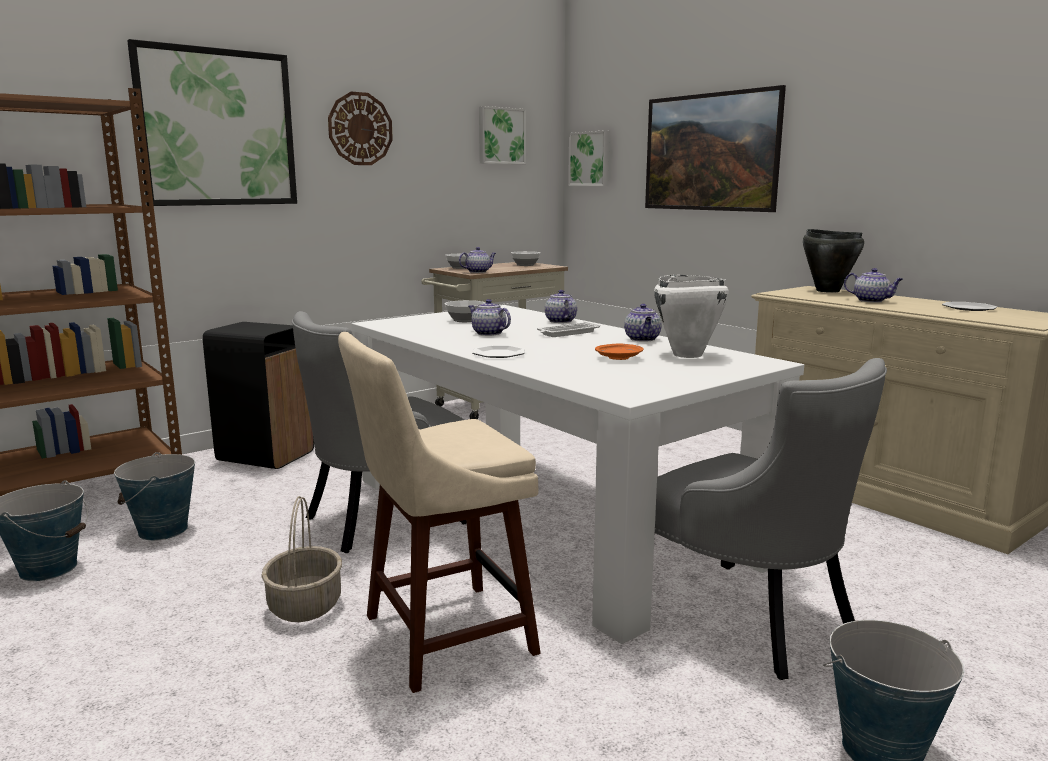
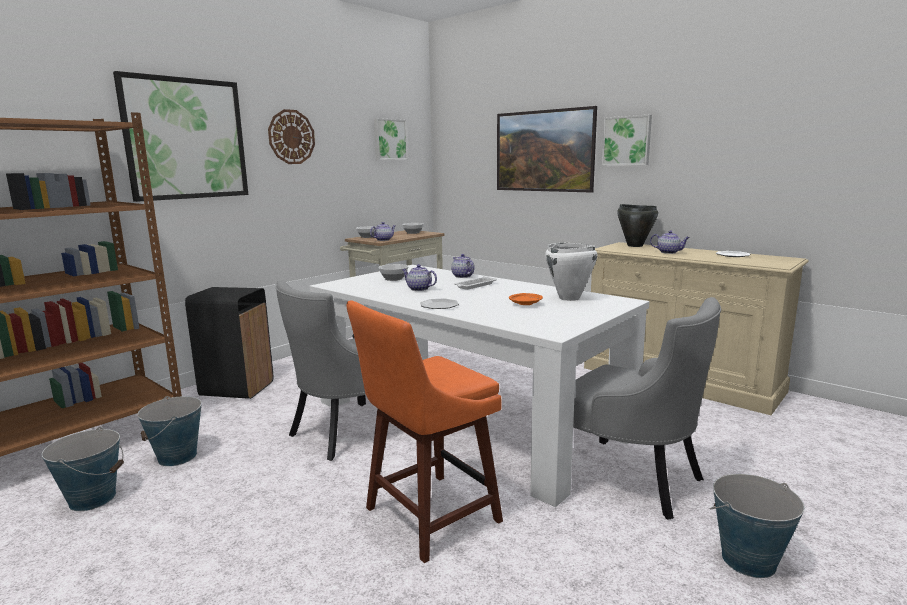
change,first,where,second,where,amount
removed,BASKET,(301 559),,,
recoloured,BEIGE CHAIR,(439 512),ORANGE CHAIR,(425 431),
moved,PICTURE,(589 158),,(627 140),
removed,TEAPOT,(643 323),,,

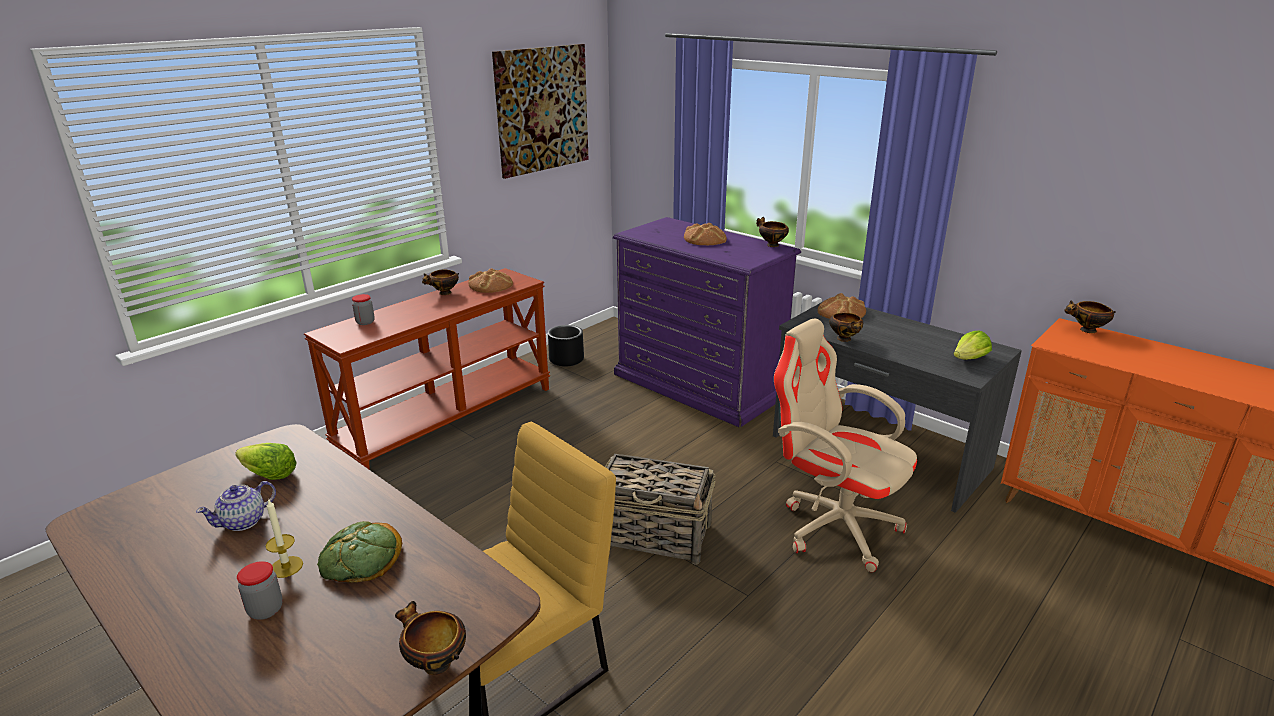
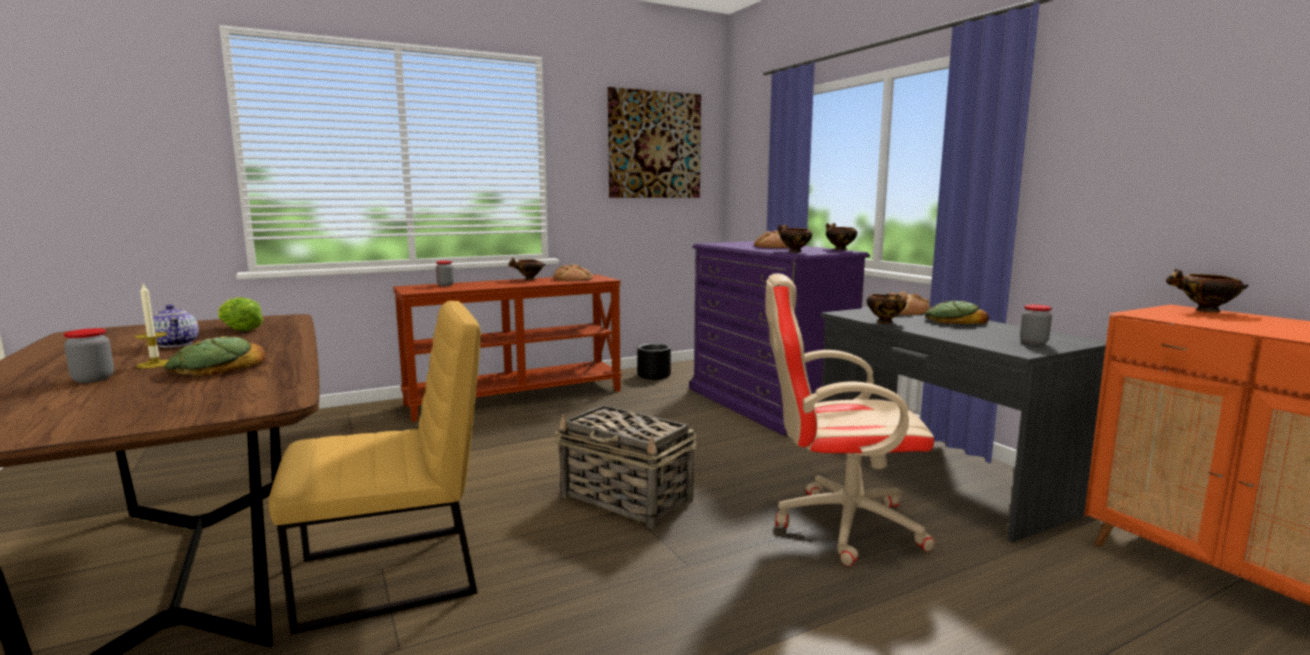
change,first,where,second,where,amount
turned,TEAPOT,(236 506),,(176 325),105 degrees counterclockwise
moved,BOWL,(430 638),,(795 238),
turned,BEIGE OFFICE CHAIR,(845 445),,(850 419),60 degrees counterclockwise
replaced,LETTUCE,(972 345),JAR,(1036 324),
added,,,BREAD,(956 312),

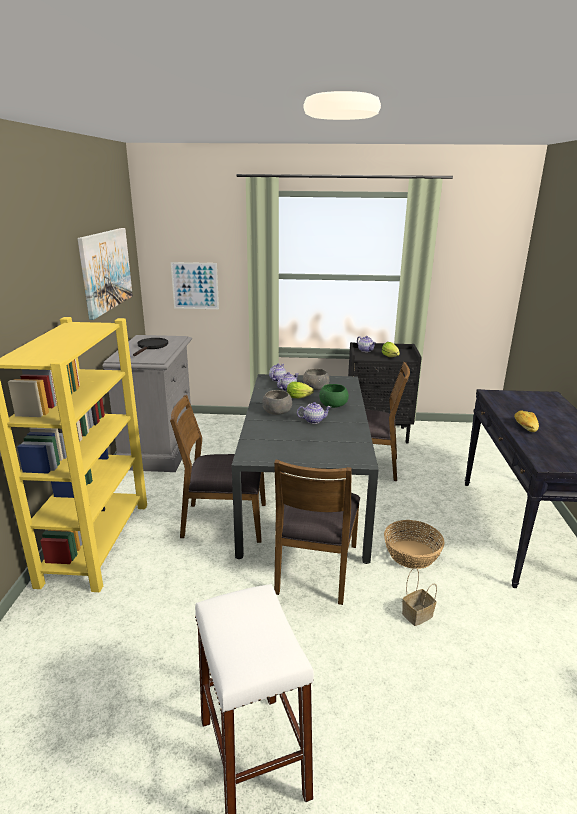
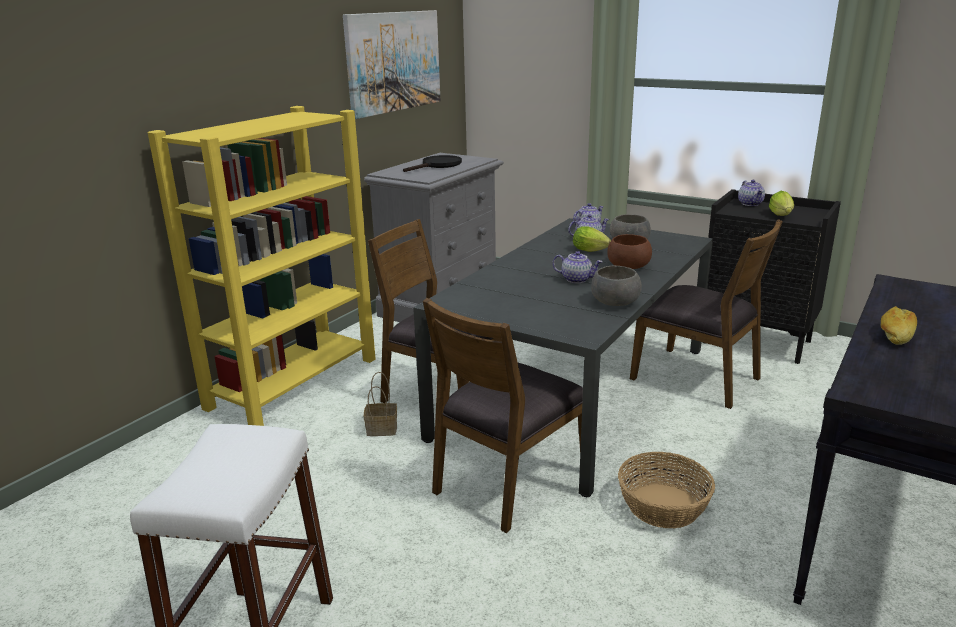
change,first,where,second,where,amount
removed,PICTURE,(195 285),,,
moved,GREY BOWL,(277 402),,(616 286),
recoloured,GREEN BOWL,(334 396),BROWN BOWL,(629 251),
moved,BASKET,(419 597),,(380 404),

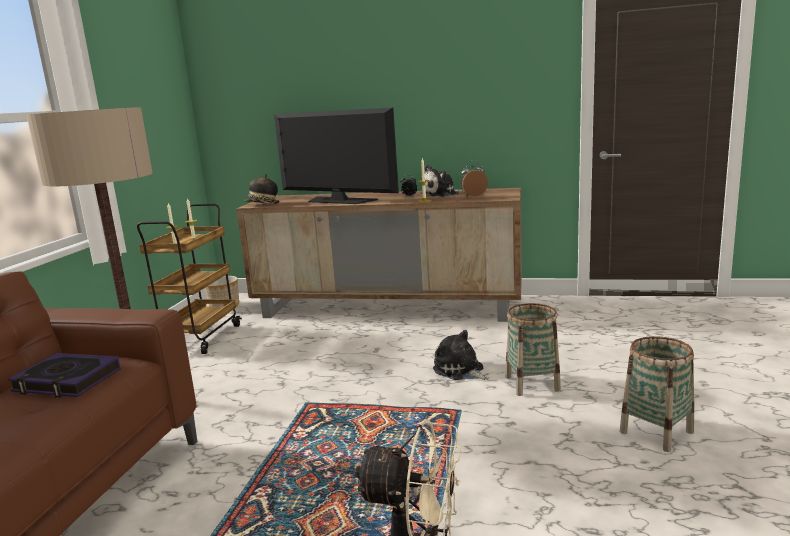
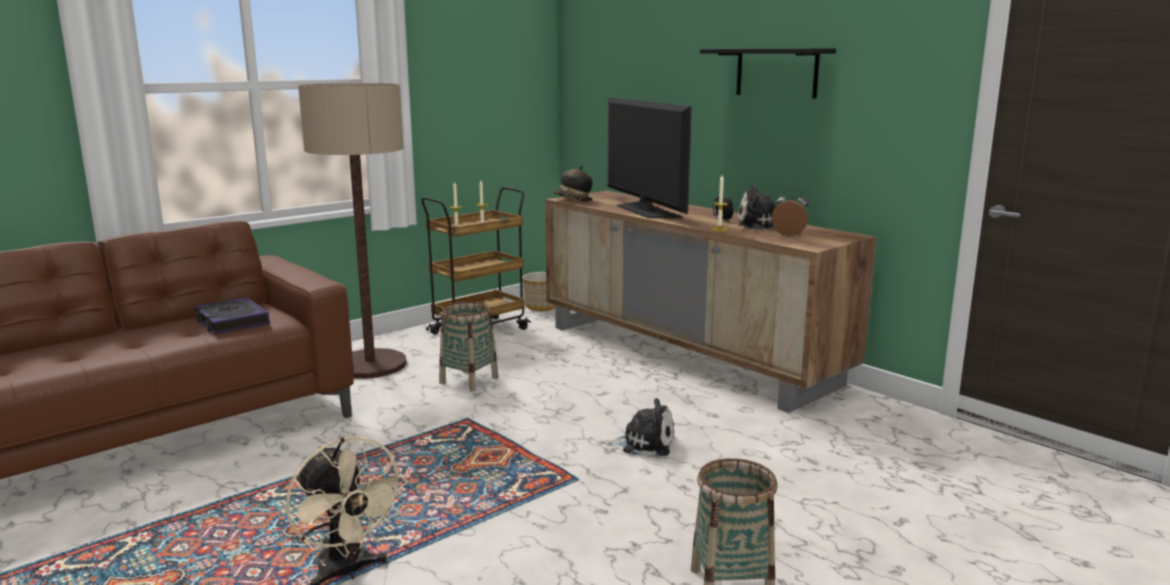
change,first,where,second,where,amount
turned,PLUSH TOY,(461 355),,(638 427),105 degrees clockwise
moved,BASKET,(533 349),,(468 346),
added,,,BLACK SHELF,(768 73),

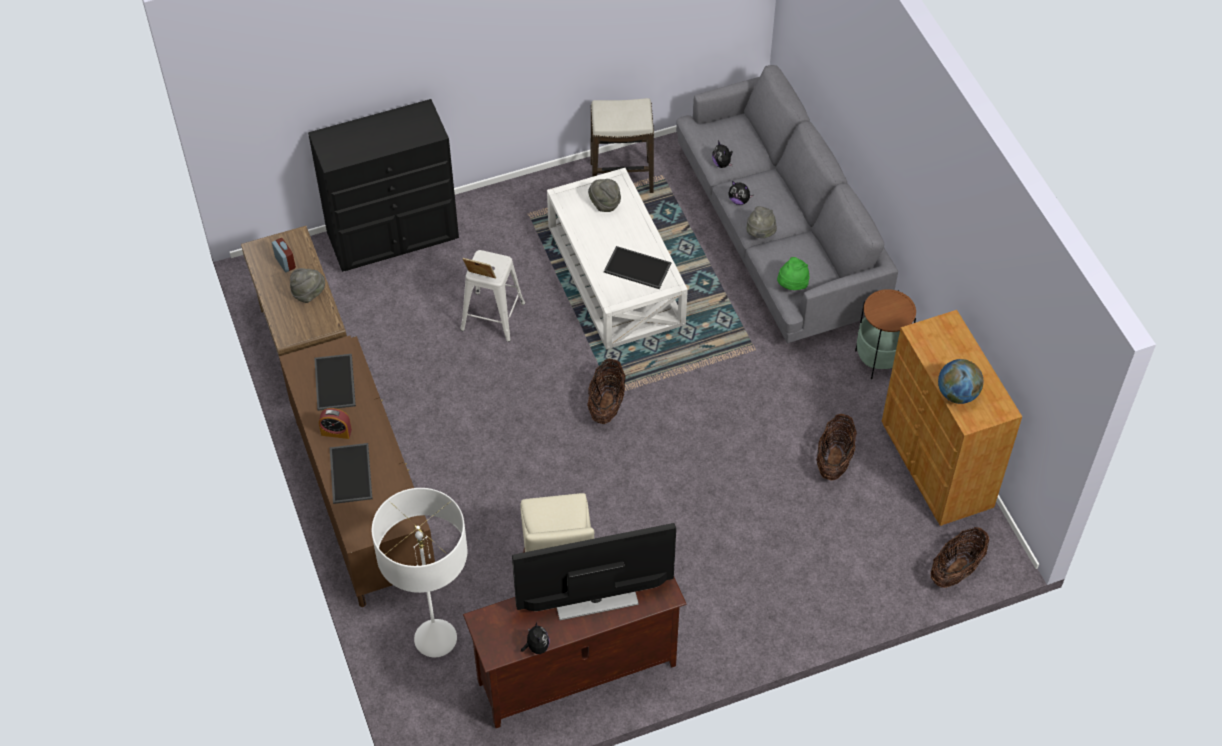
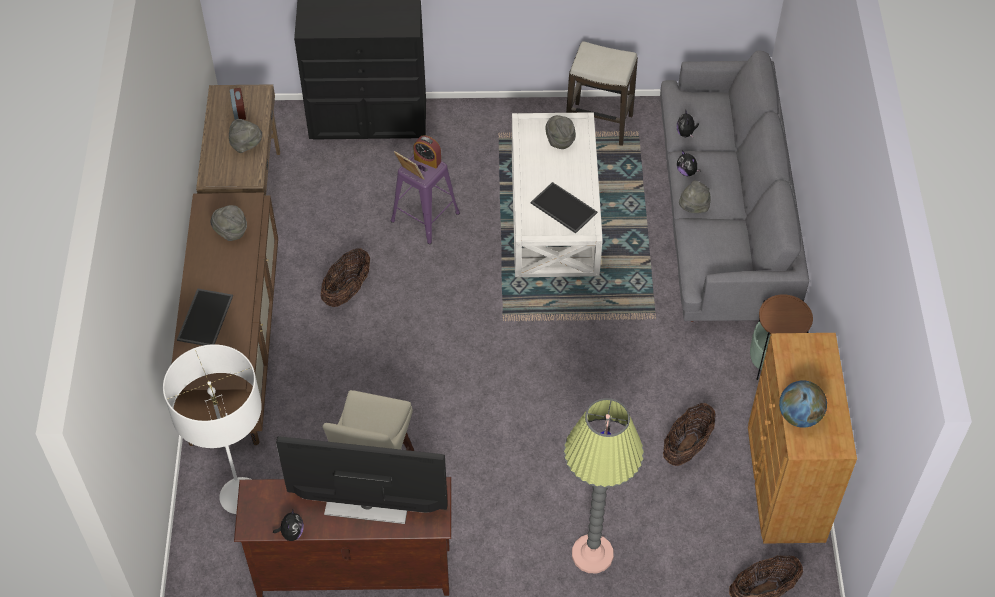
change,first,where,second,where,amount
replaced,TRAY,(335 382),GREY HAT,(229 223),
moved,ALARM CLOCK,(335 423),,(427 152),
recoloured,WHITE STOOL,(492 296),PURPLE STOOL,(425 199),
moved,BASKET,(606 391),,(345 277),
removed,GREEN HAT,(793 273),,,
added,,,FLOOR LAMP,(604 485),

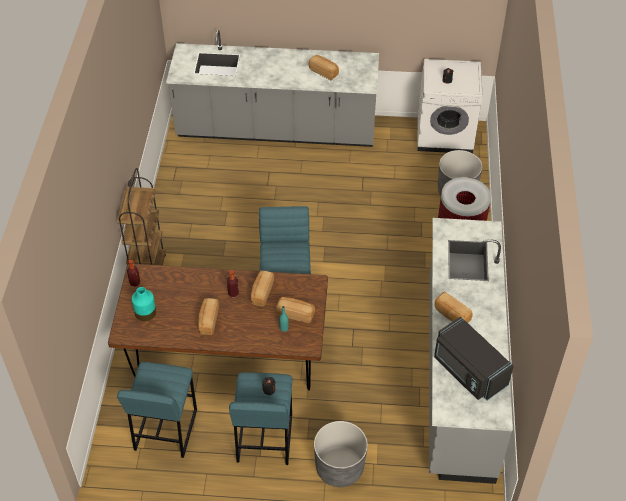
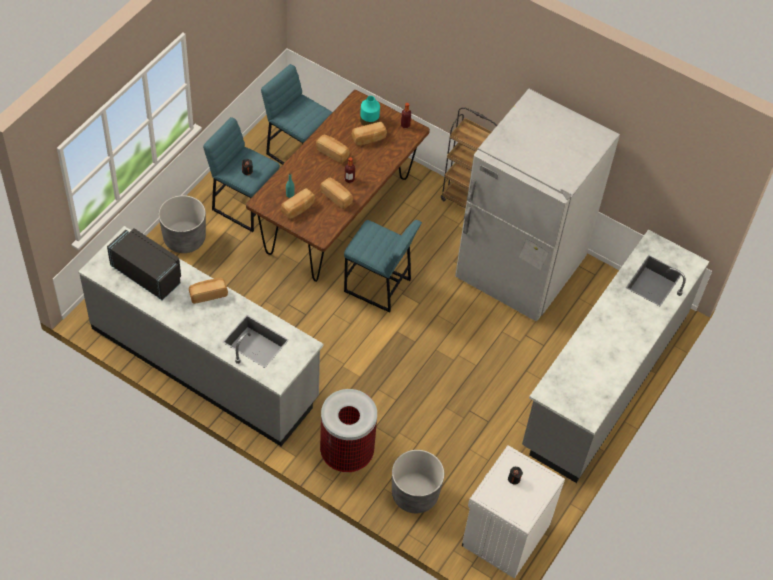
change,first,where,second,where,amount
moved,BREAD,(324 67),,(369 133),
turned,BLACK MICROWAVE,(474 359),,(144 264),45 degrees clockwise
added,,,WHITE FRIDGE,(537 205),

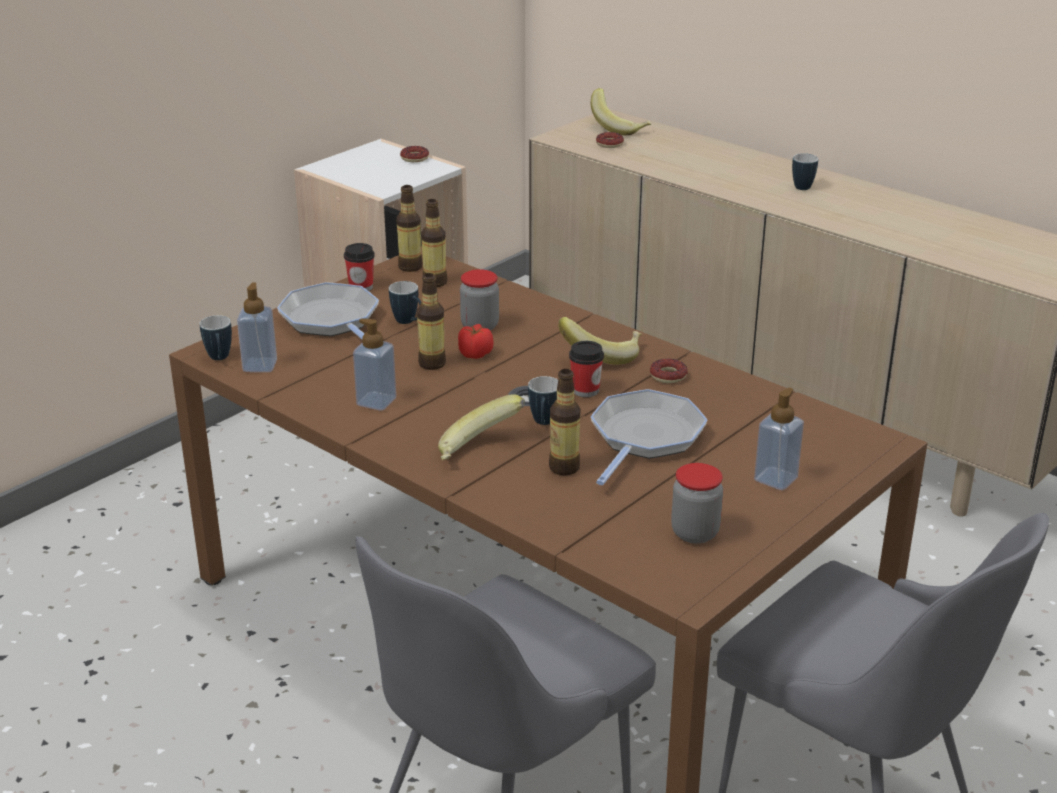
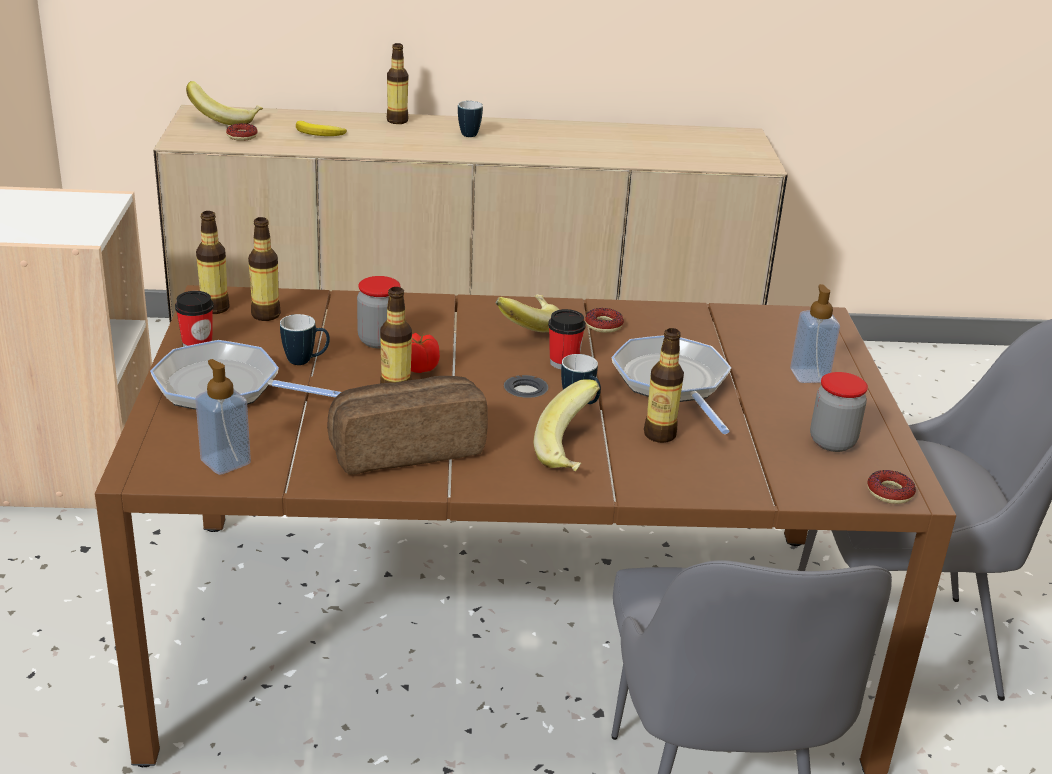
change,first,where,second,where,amount
removed,MUG,(215 337),,,
replaced,SOAP DISPENSER,(374 364),BREAD,(407 425),
moved,DONUT,(414 154),,(892 487),
added,,,BANANA,(321 128),
added,,,BOTTLE,(397 83),

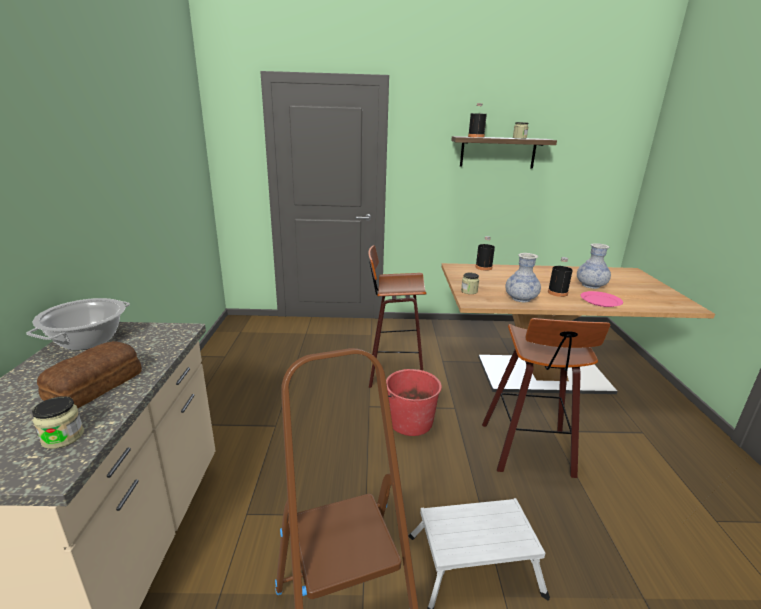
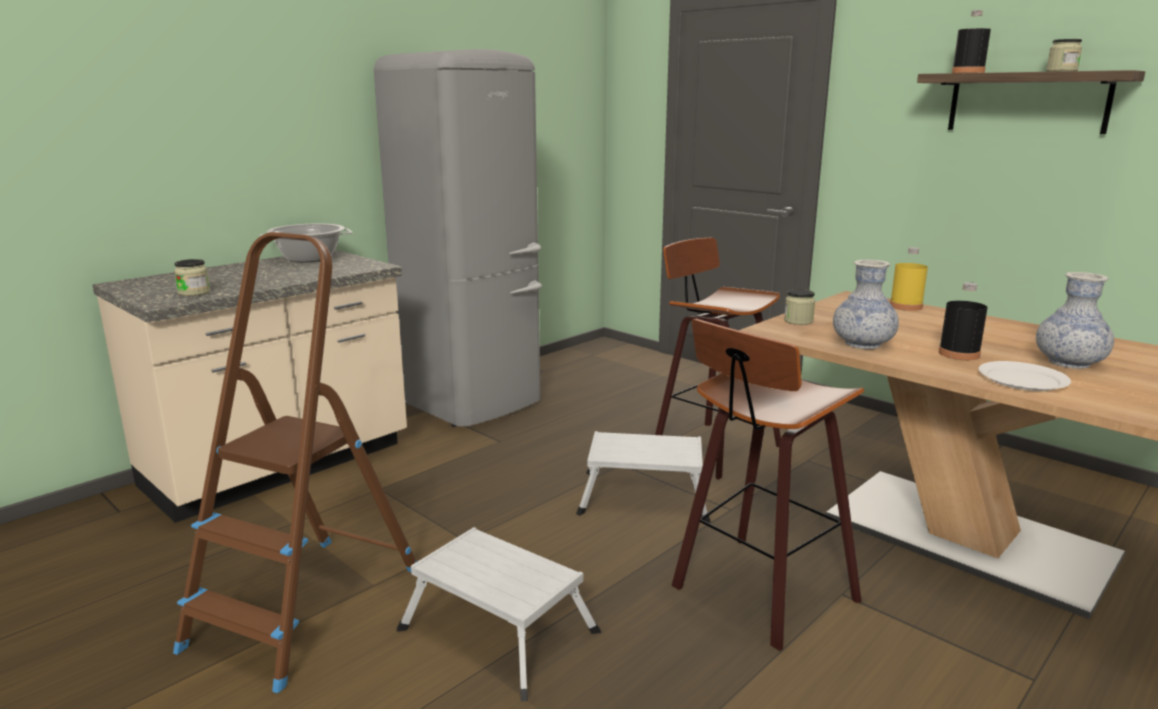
change,first,where,second,where,amount
removed,BREAD,(89 374),,,
replaced,RED BUCKET,(414 402),WHITE STEP LADDER,(643 477),
recoloured,BLACK BOTTLE,(485 253),YELLOW BOTTLE,(909 279),
recoloured,PINK PLATE,(602 299),WHITE PLATE,(1024 376),
added,,,GREY FRIDGE,(458 238),

